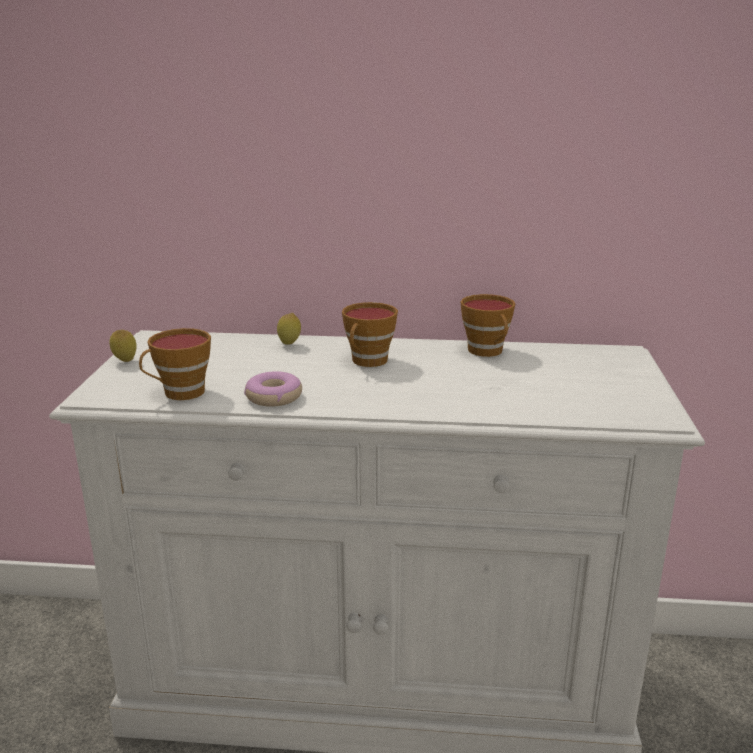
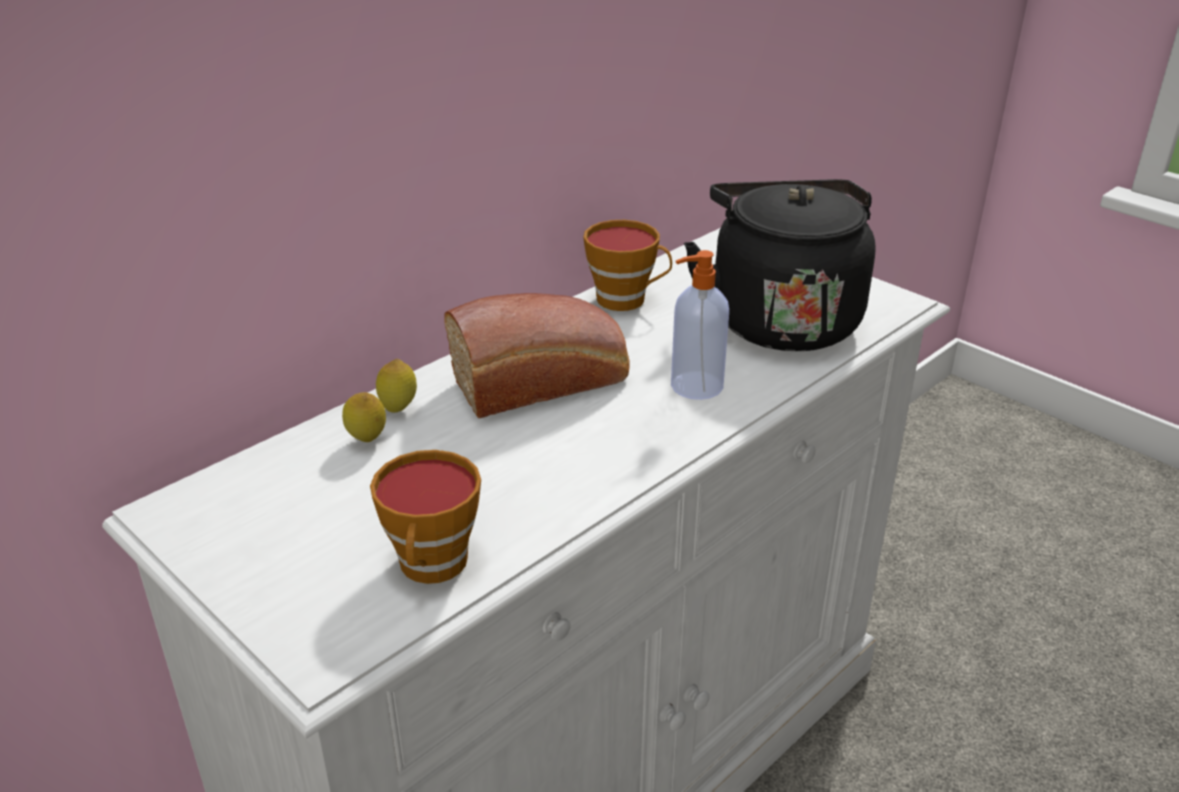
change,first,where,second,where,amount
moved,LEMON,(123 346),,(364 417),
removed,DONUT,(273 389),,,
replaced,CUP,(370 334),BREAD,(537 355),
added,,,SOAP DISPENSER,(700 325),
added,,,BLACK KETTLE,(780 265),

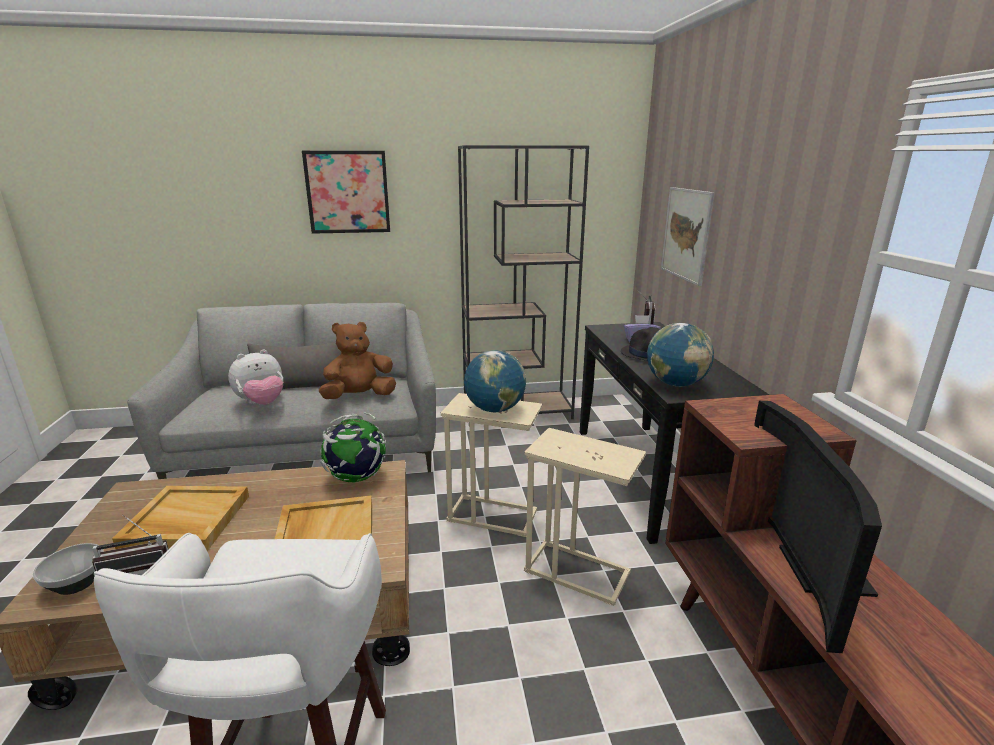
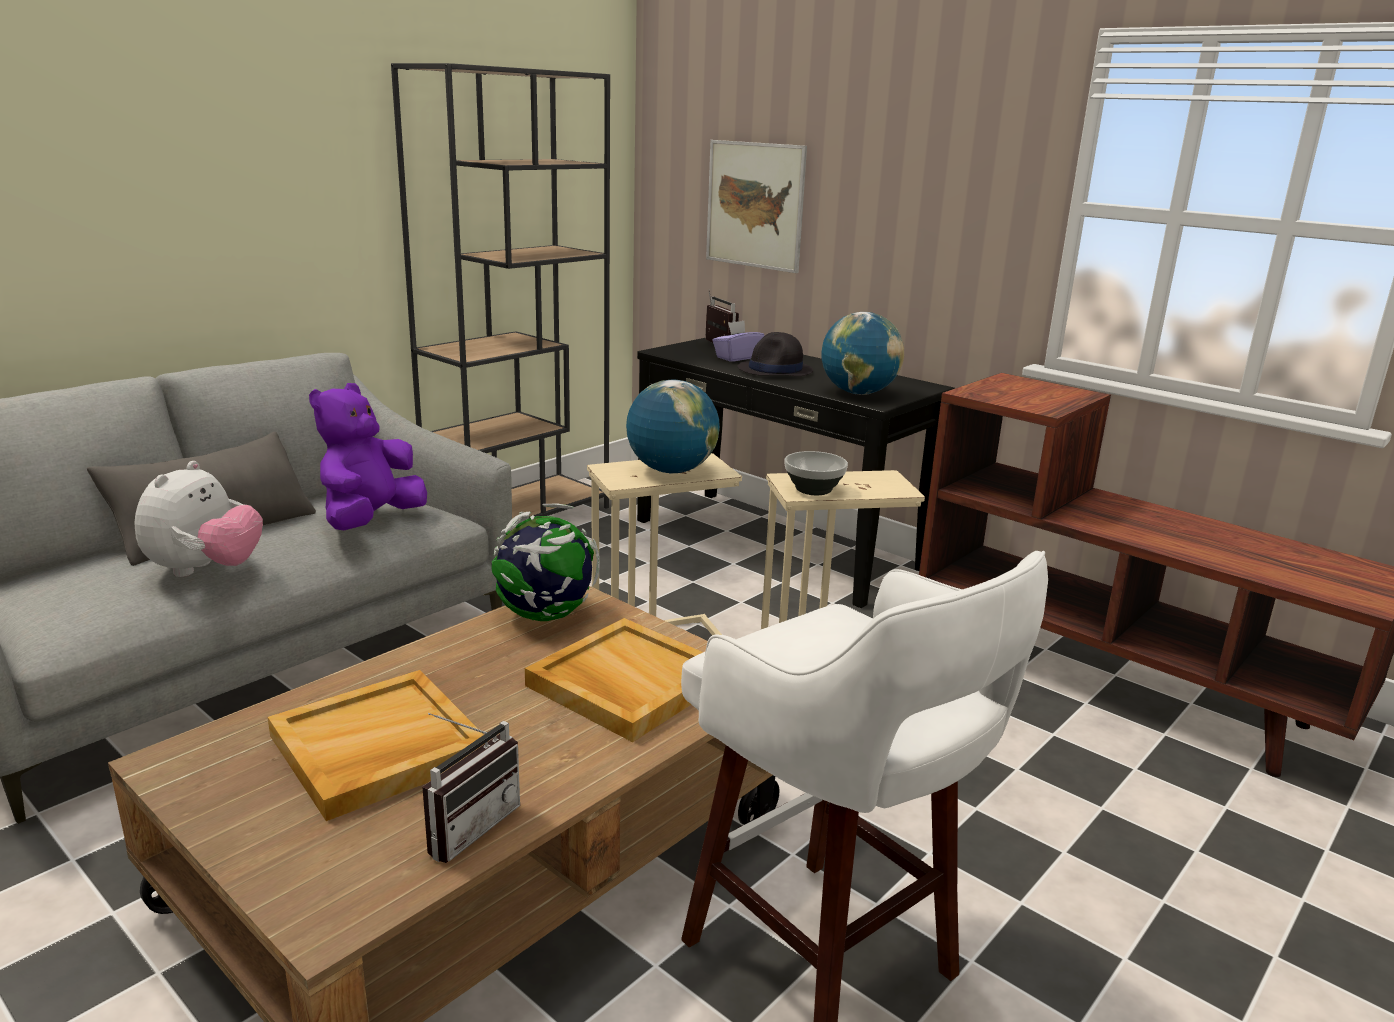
change,first,where,second,where,amount
moved,BOWL,(68 569),,(816 473),
removed,PICTURE,(346 192),,,
recoloured,BROWN PLUSH TOY,(357 360),PURPLE PLUSH TOY,(368 456),
removed,TELEVISION,(818 527),,,

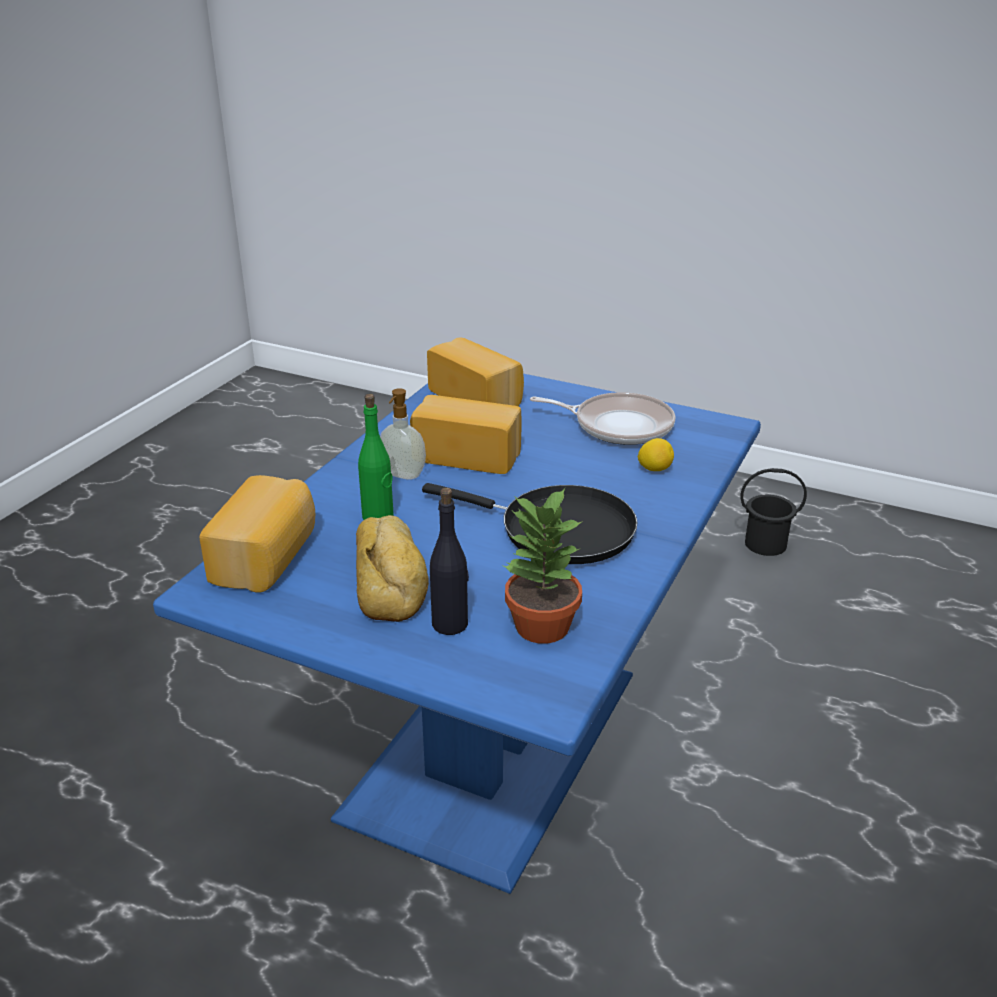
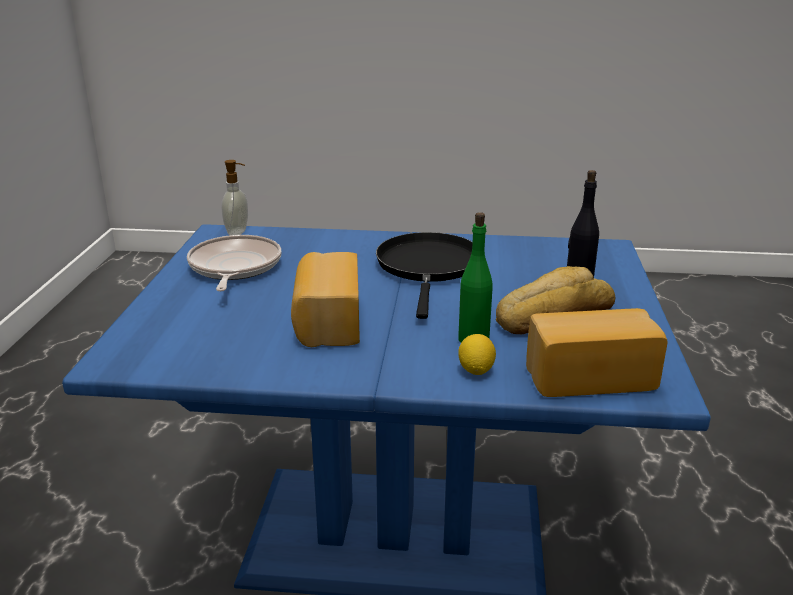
change,first,where,second,where,amount
moved,SOAP DISPENSER,(403 434),,(234 197),
removed,BREAD,(475 371),,,
removed,POTTED PLANT,(543 566),,,
moved,LEMON,(656 454),,(477 354),
removed,BLACK BUCKET,(774 512),,,

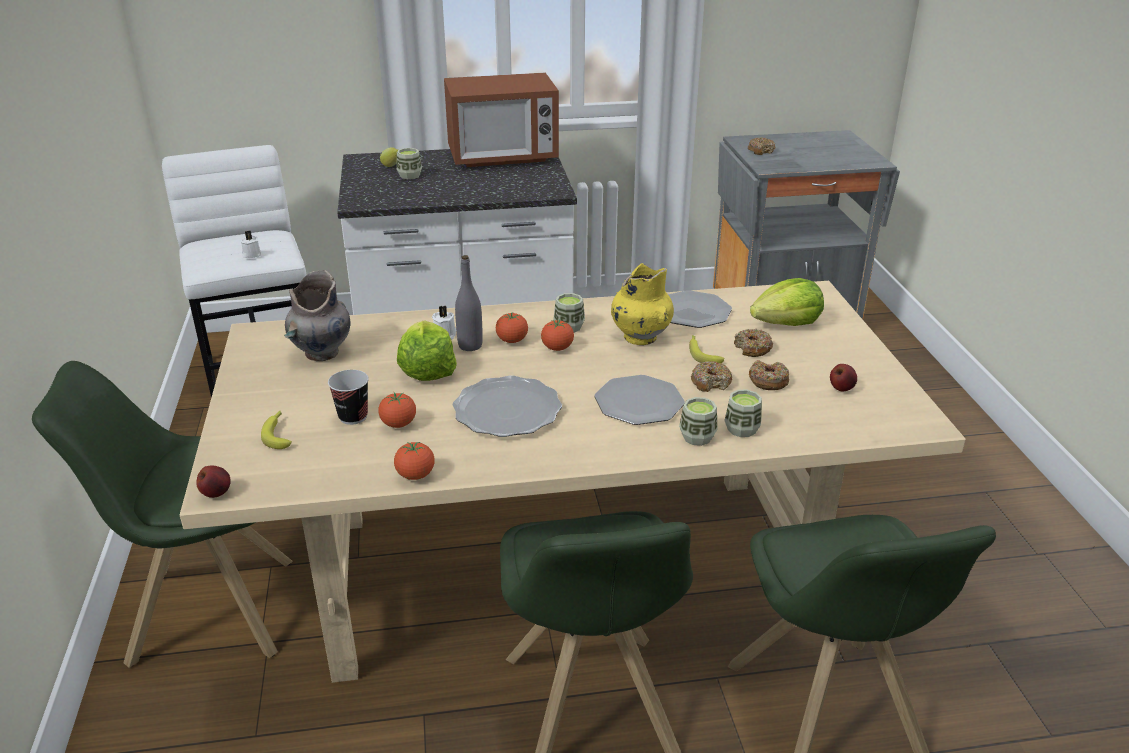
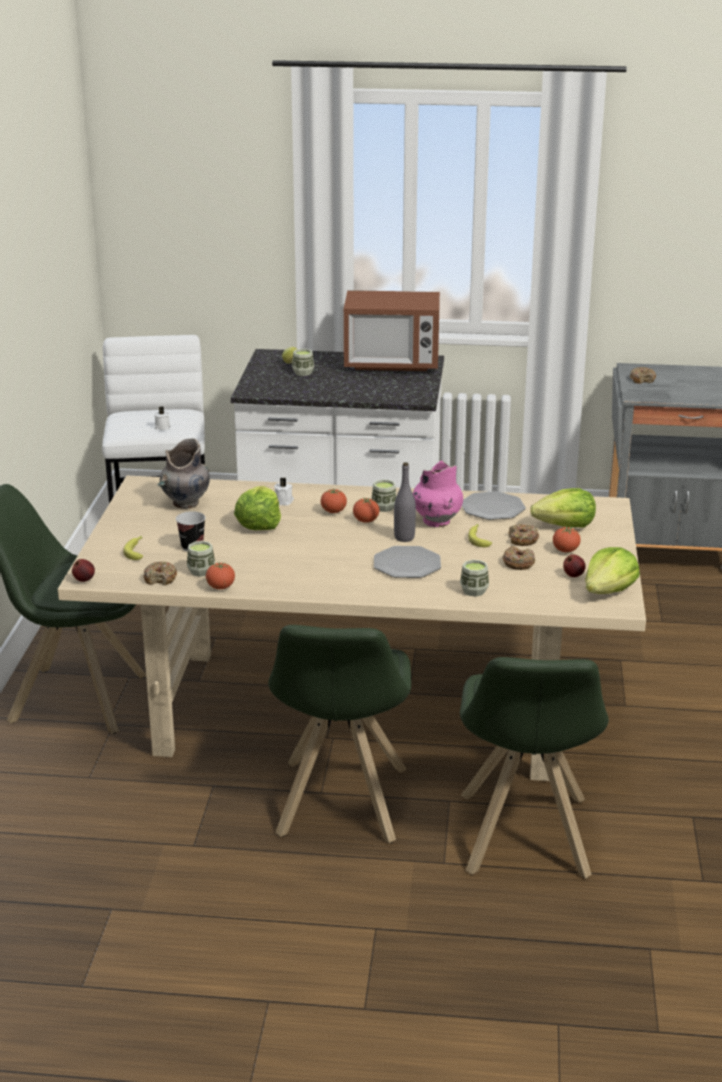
change,first,where,second,where,amount
moved,TOMATO,(397 410),,(567 539),
removed,PLATE,(507 406),,,
moved,GREY BOTTLE,(469 303),,(405 502),
recoloured,YELLOW VASE,(642 304),PINK VASE,(438 493),
moved,CUP,(698 421),,(201 559),
moved,DONUT,(711 376),,(160 573),
added,,,LETTUCE,(612 570),

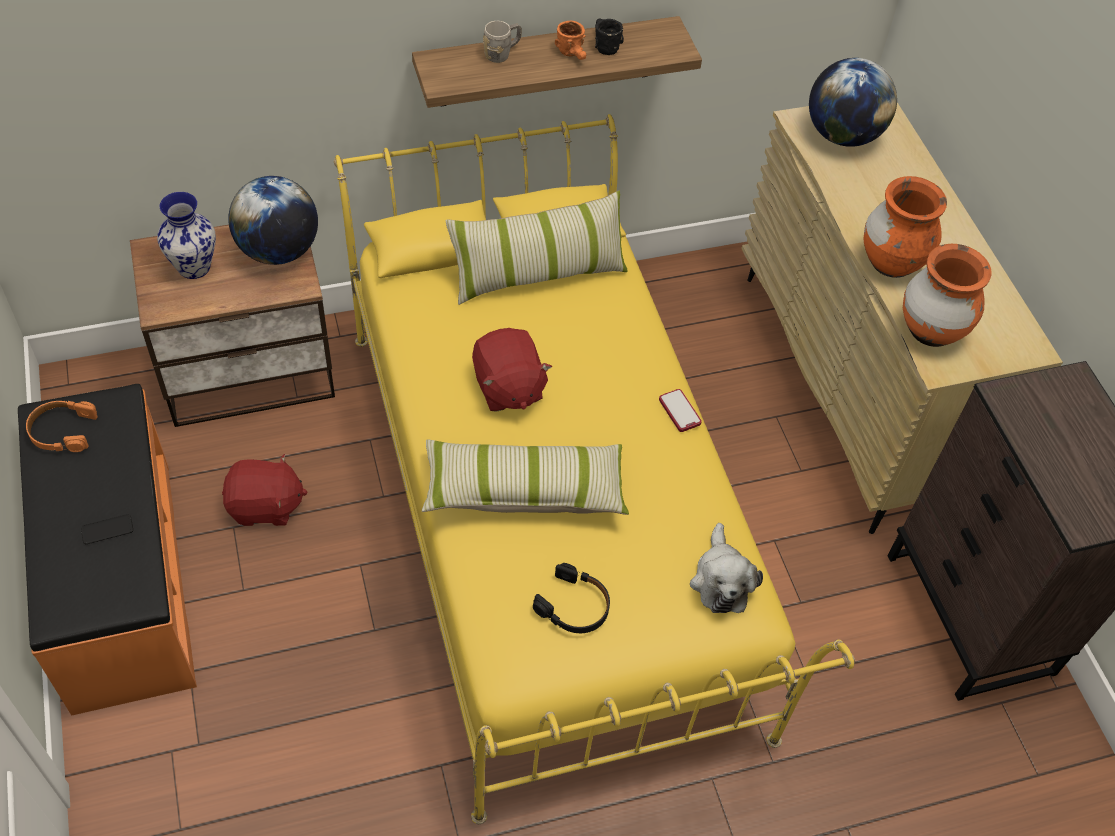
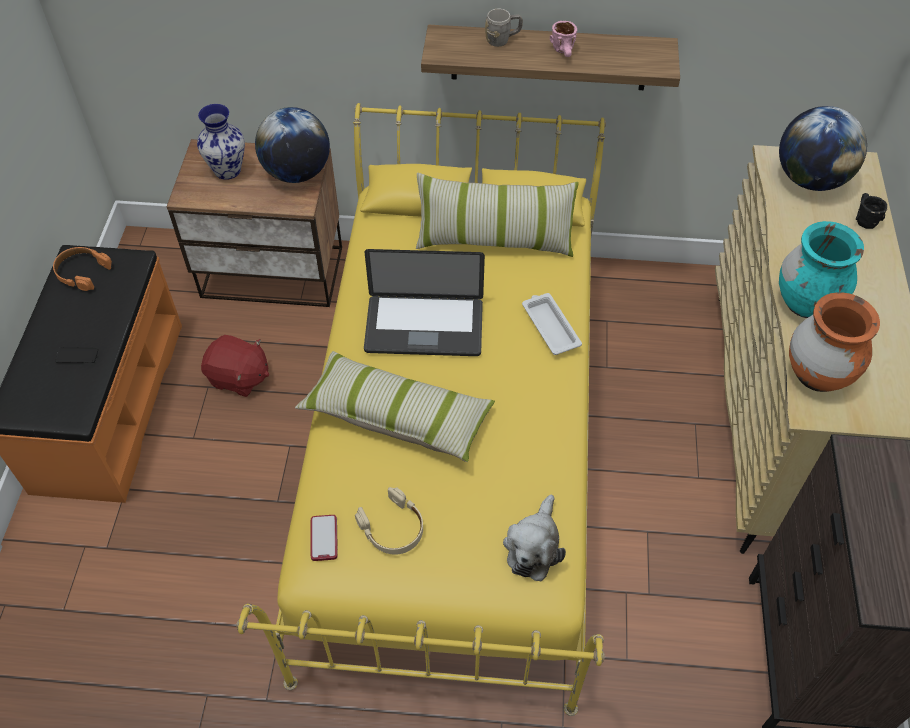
change,first,where,second,where,amount
replaced,RED PLUSH TOY,(512 370),LAPTOP,(424 302),
recoloured,BLACK HEADPHONES,(571 598),BEIGE HEADPHONES,(389 521),
recoloured,ORANGE MUG,(570 40),PINK MUG,(563 39),
moved,BLACK MUG,(609 37),,(871 211),
moved,PHONE,(680 410),,(324 538),
recoloured,ORANGE VASE,(905 227),TURQUOISE VASE,(821 269),
added,,,WHITE TRAY,(552 324),

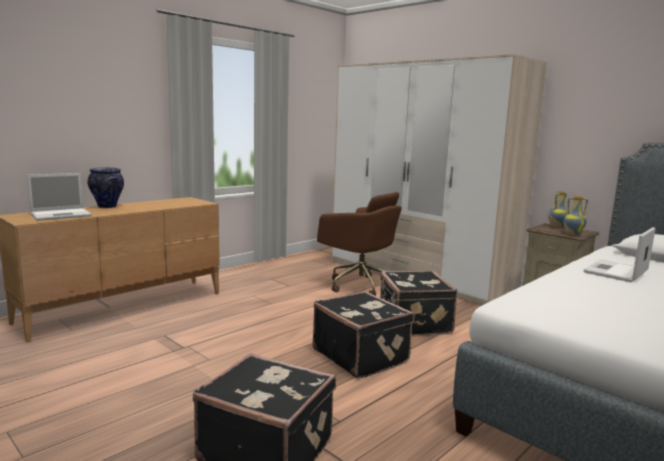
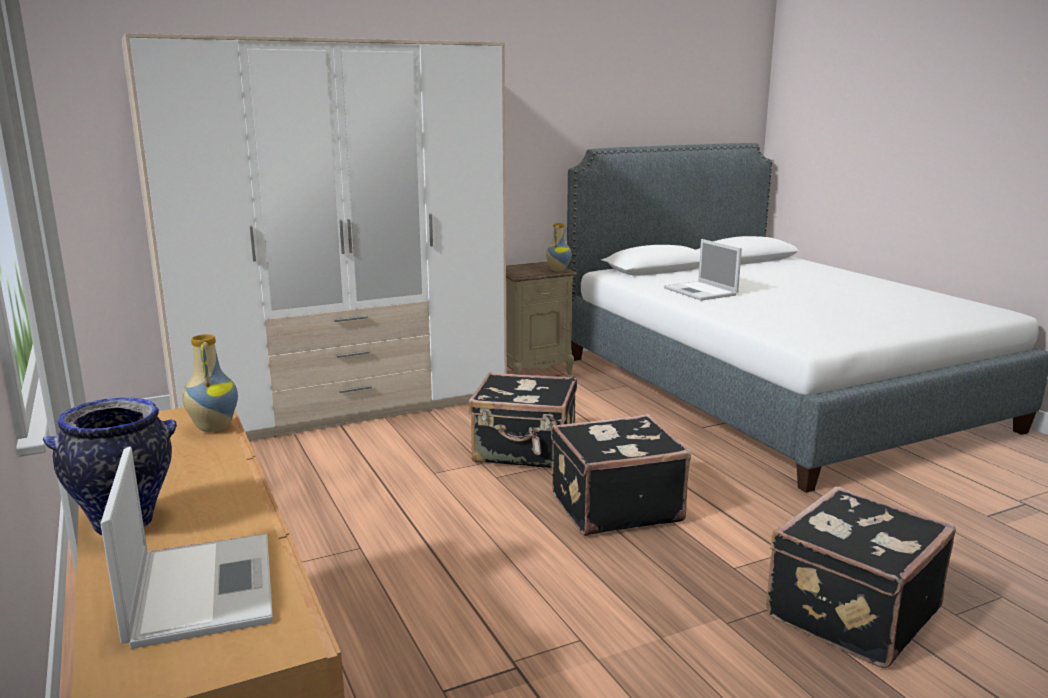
change,first,where,second,where,amount
removed,BROWN OFFICE CHAIR,(359 244),,,
moved,VASE,(558 209),,(210 383),

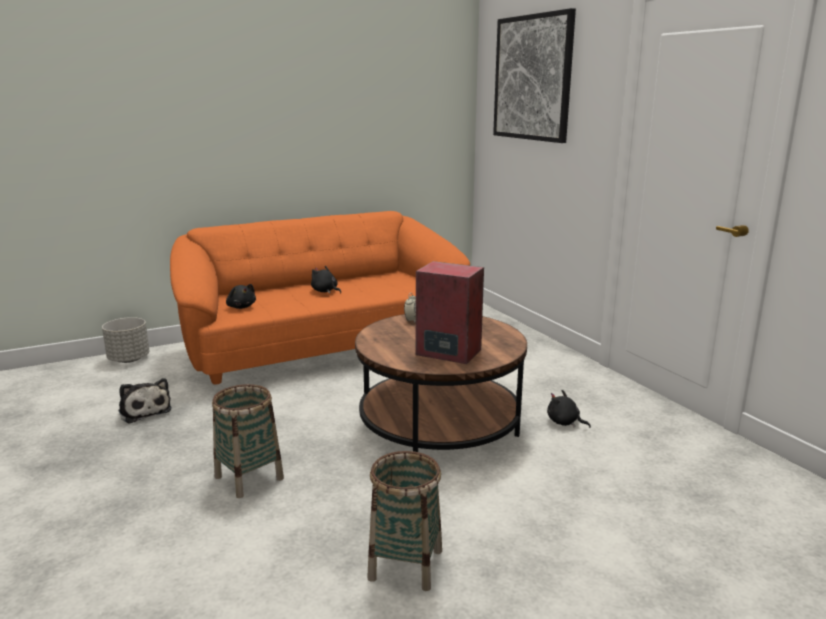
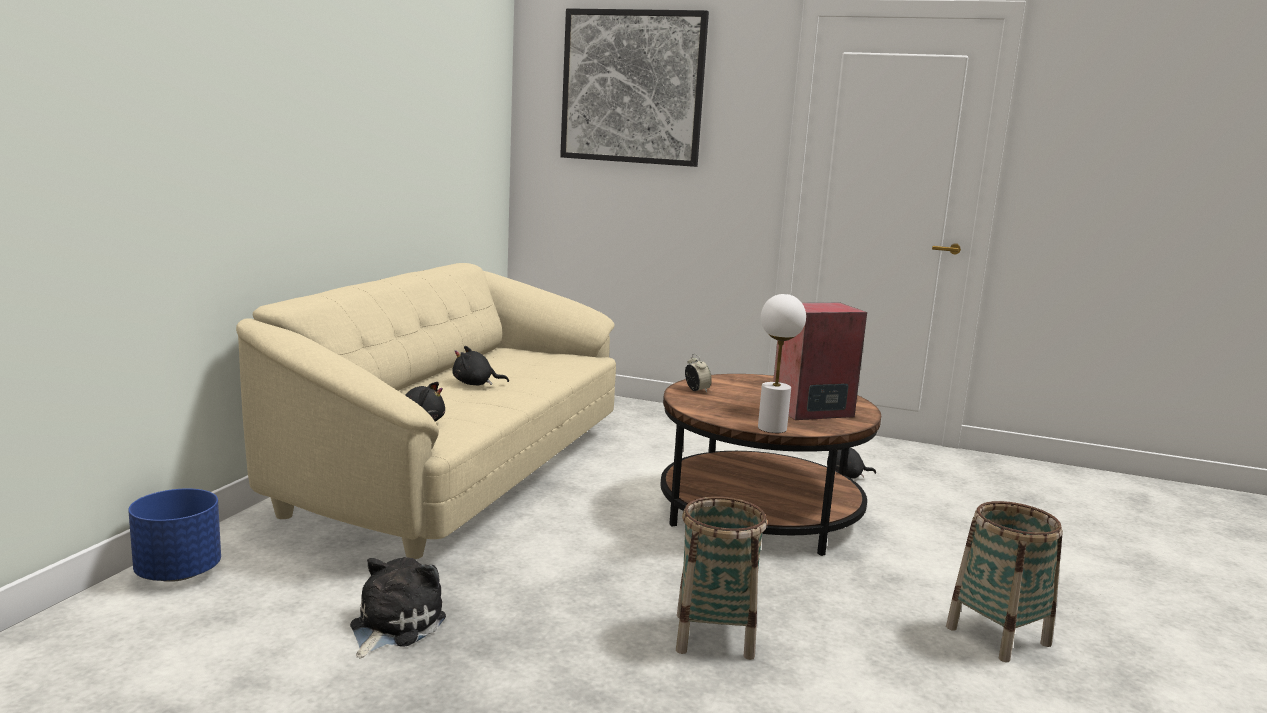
change,first,where,second,where,amount
recoloured,GREY PLANTER,(126 340),BLUE PLANTER,(174 535),
turned,PLUSH TOY,(145 401),,(398 608),75 degrees counterclockwise
recoloured,ORANGE SOFA,(320 298),BEIGE SOFA,(426 411),
added,,,WHITE TABLE LAMP,(782 363),

